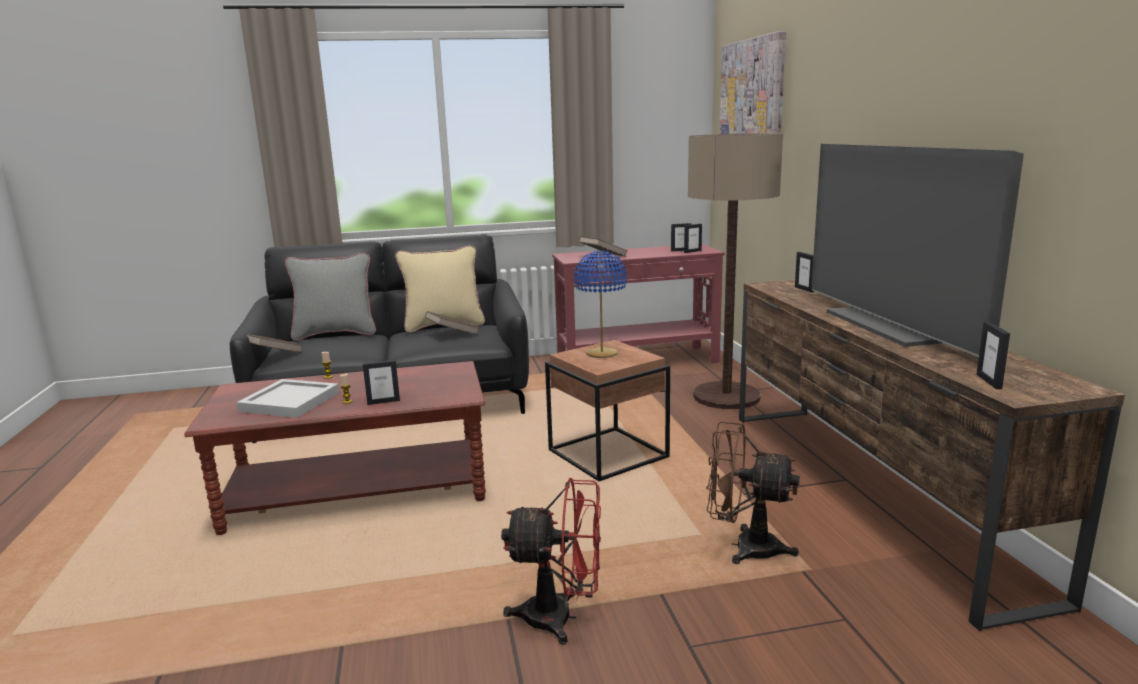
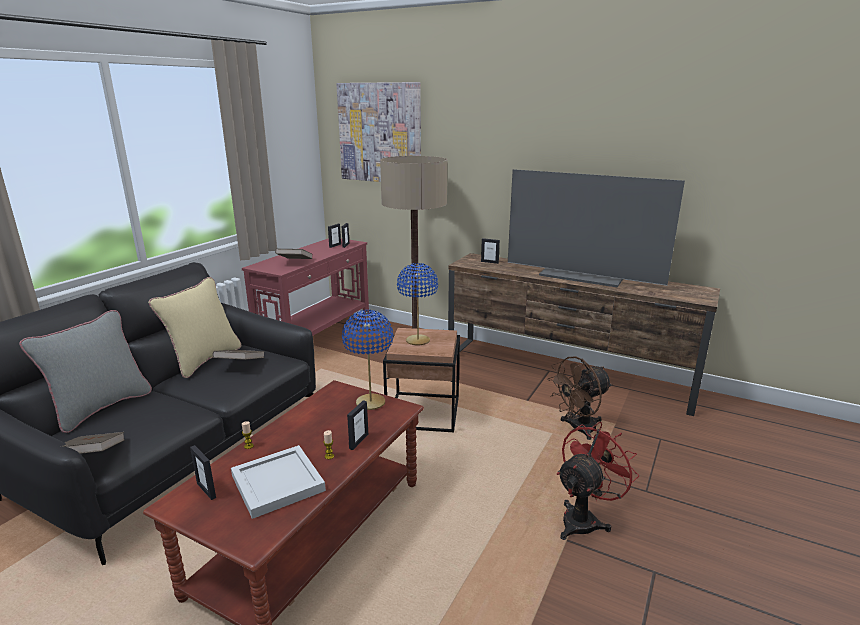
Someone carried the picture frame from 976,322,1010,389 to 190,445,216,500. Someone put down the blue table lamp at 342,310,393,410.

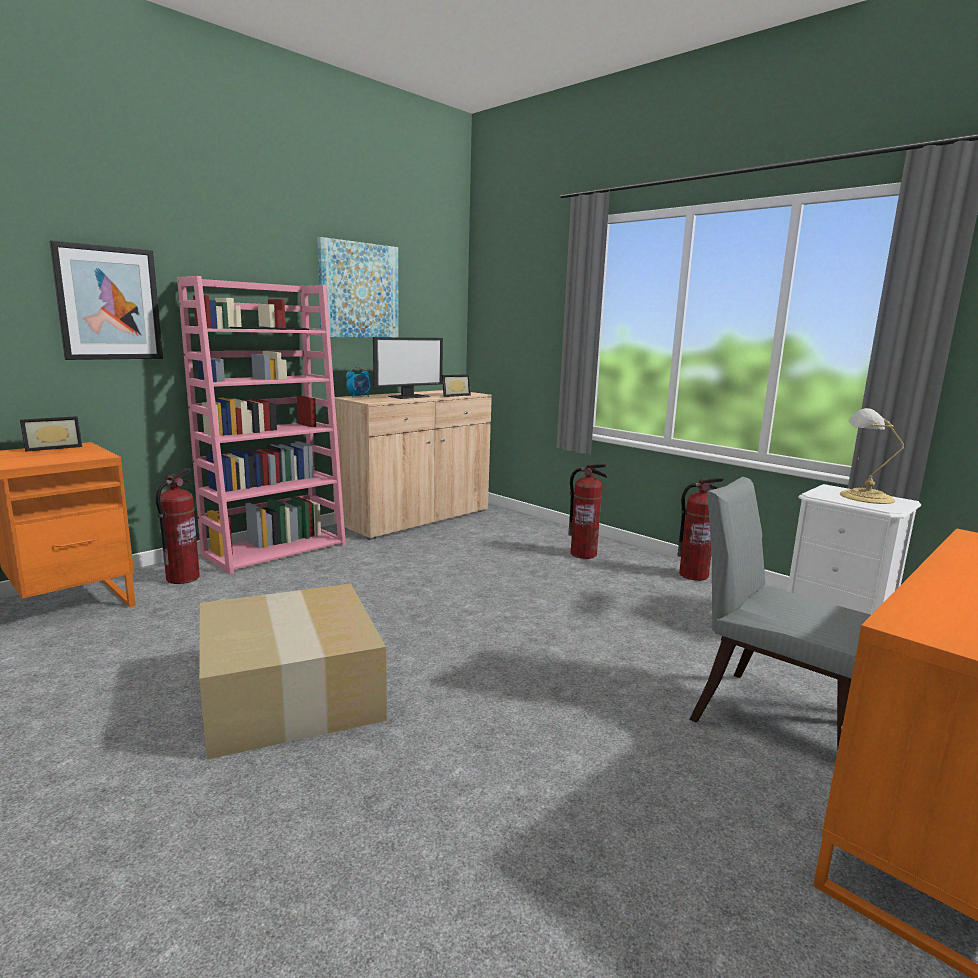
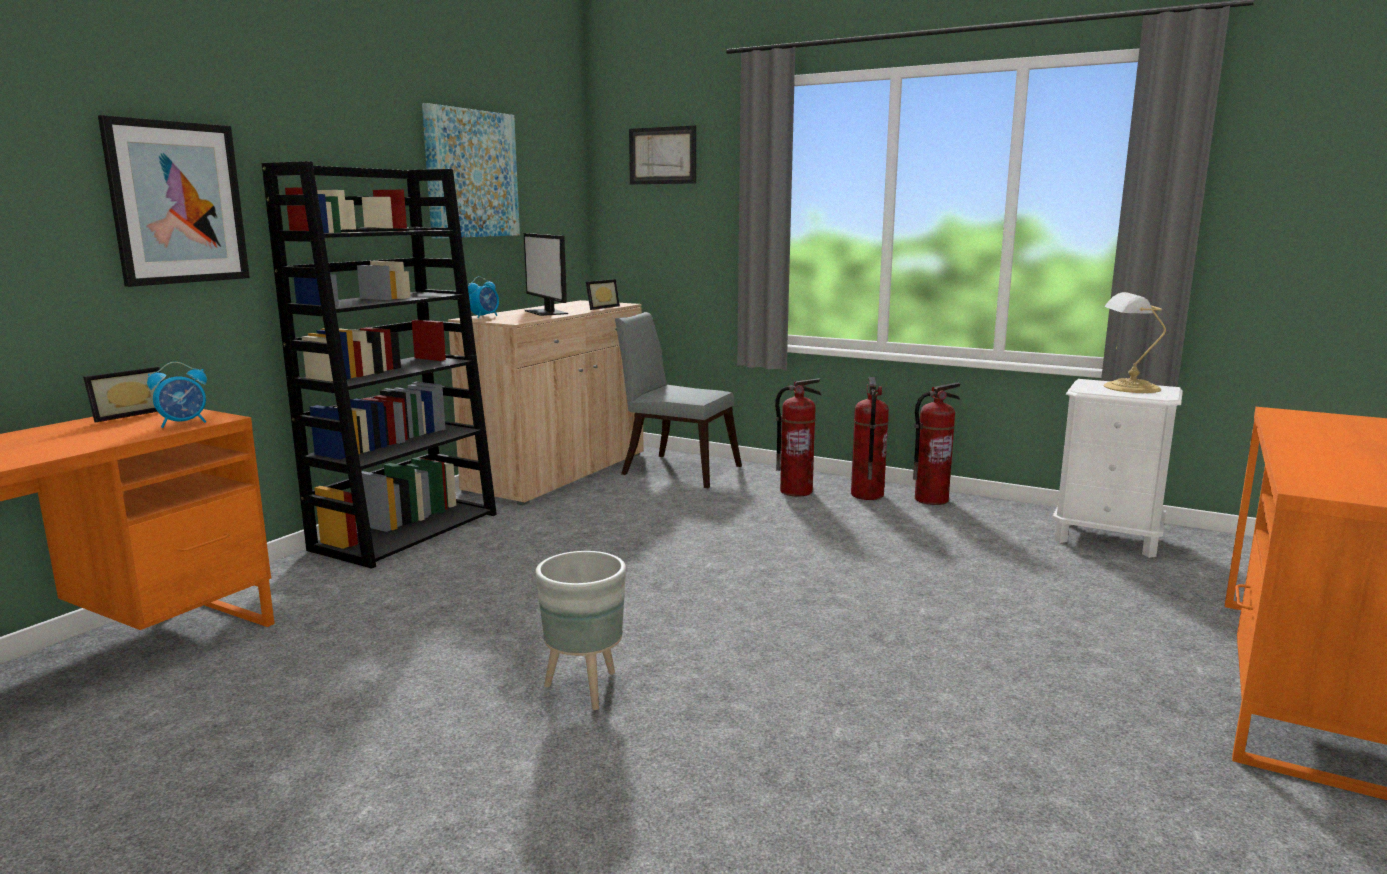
Someone carried the fire extinguisher from 156,468,200,584 to 851,377,889,500. Someone repainted the pink bookcase at 177,276,346,574, which became the black bookcase at 262,161,497,569. Someone swapped the cardboard box at 199,584,387,760 for the grey planter at 536,551,626,710. Someone rotated the monitor at 373,337,443,399 by 120 degrees clockwise. Someone carried the grey chair from 689,477,871,752 to 615,312,742,488. Someone put down the alarm clock at 147,362,207,428. Someone put up the picture at 629,125,696,185.

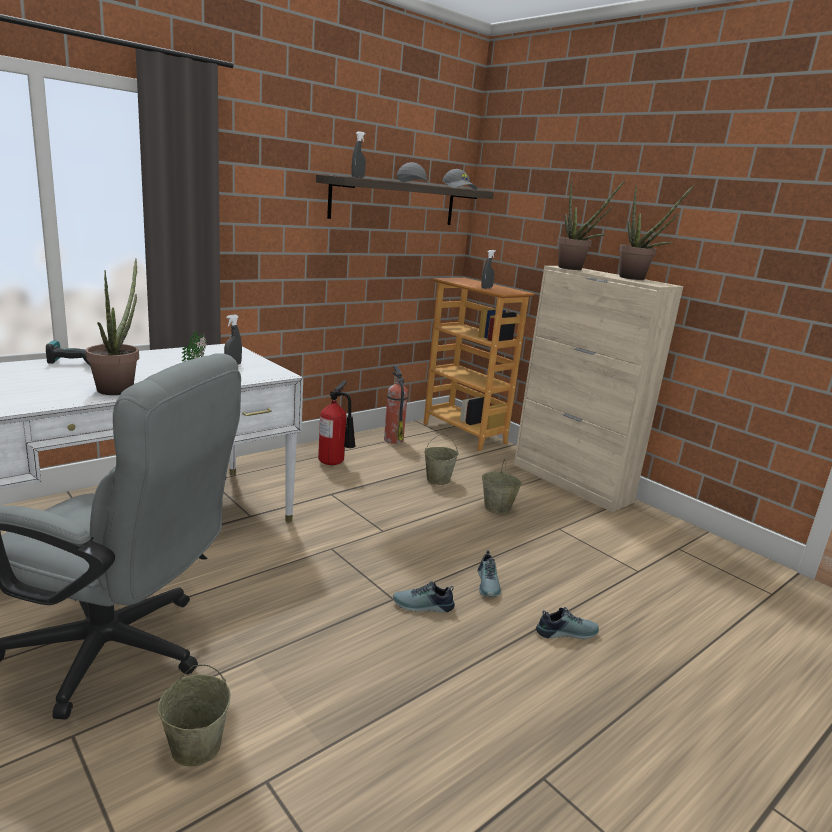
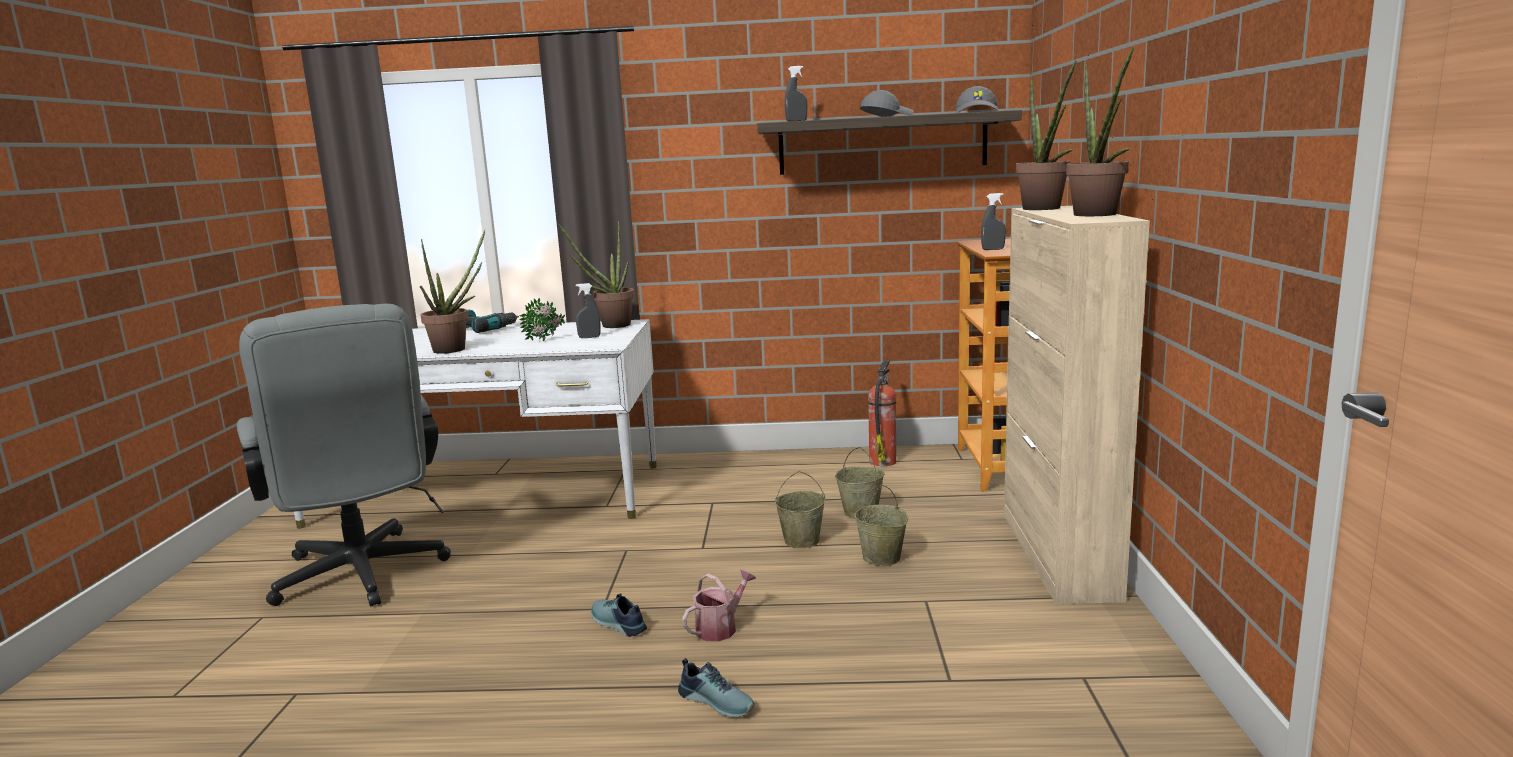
Someone carried the beige bucket from 158,665,230,766 to 775,471,825,548. Someone took away the fire extinguisher at 318,381,356,465. Someone swapped the shoe at 478,550,501,597 for the watering can at 682,569,756,642. Someone put down the potted plant at 559,221,635,328.

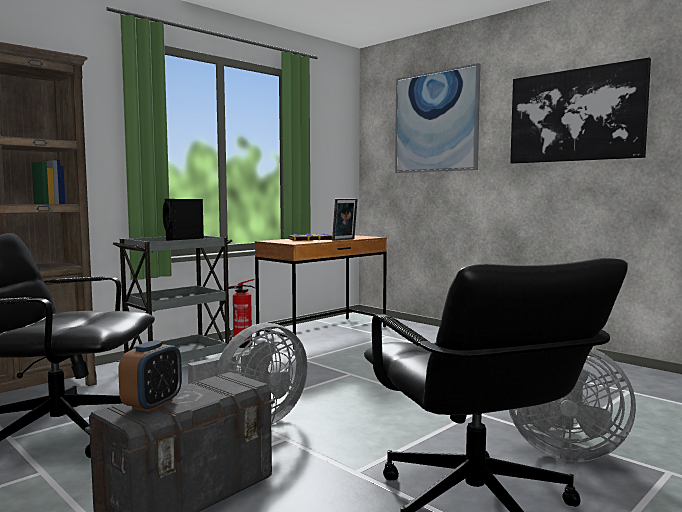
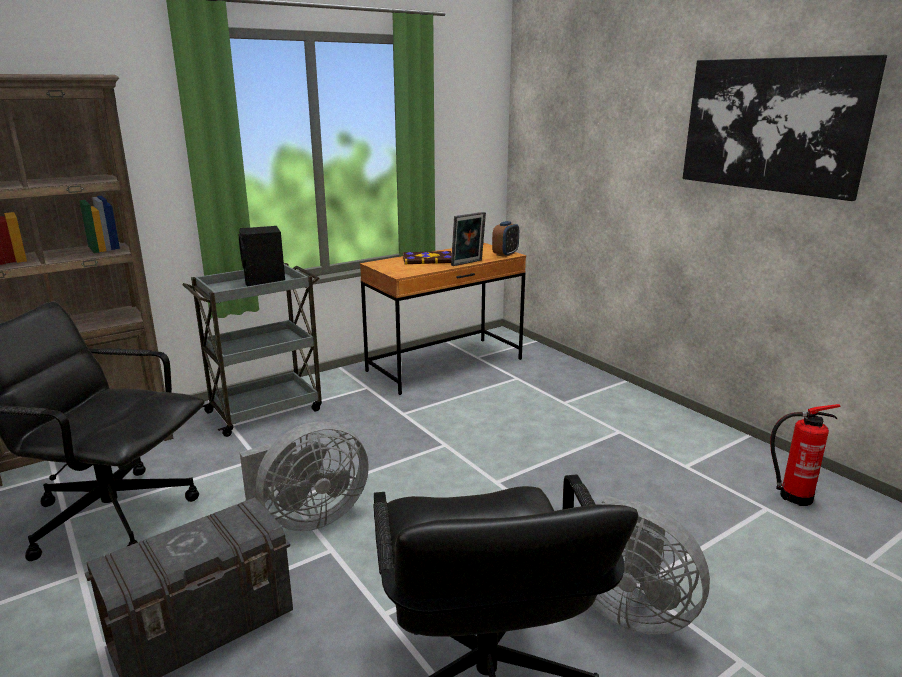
Someone carried the alarm clock from 118,340,182,412 to 492,221,519,257. Someone carried the fire extinguisher from 220,279,255,348 to 770,404,841,506. Someone took away the picture at 395,63,481,173.

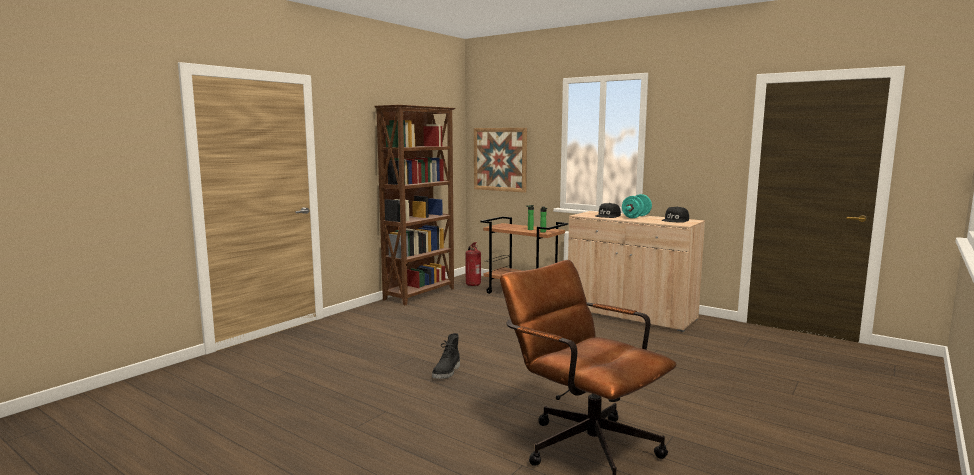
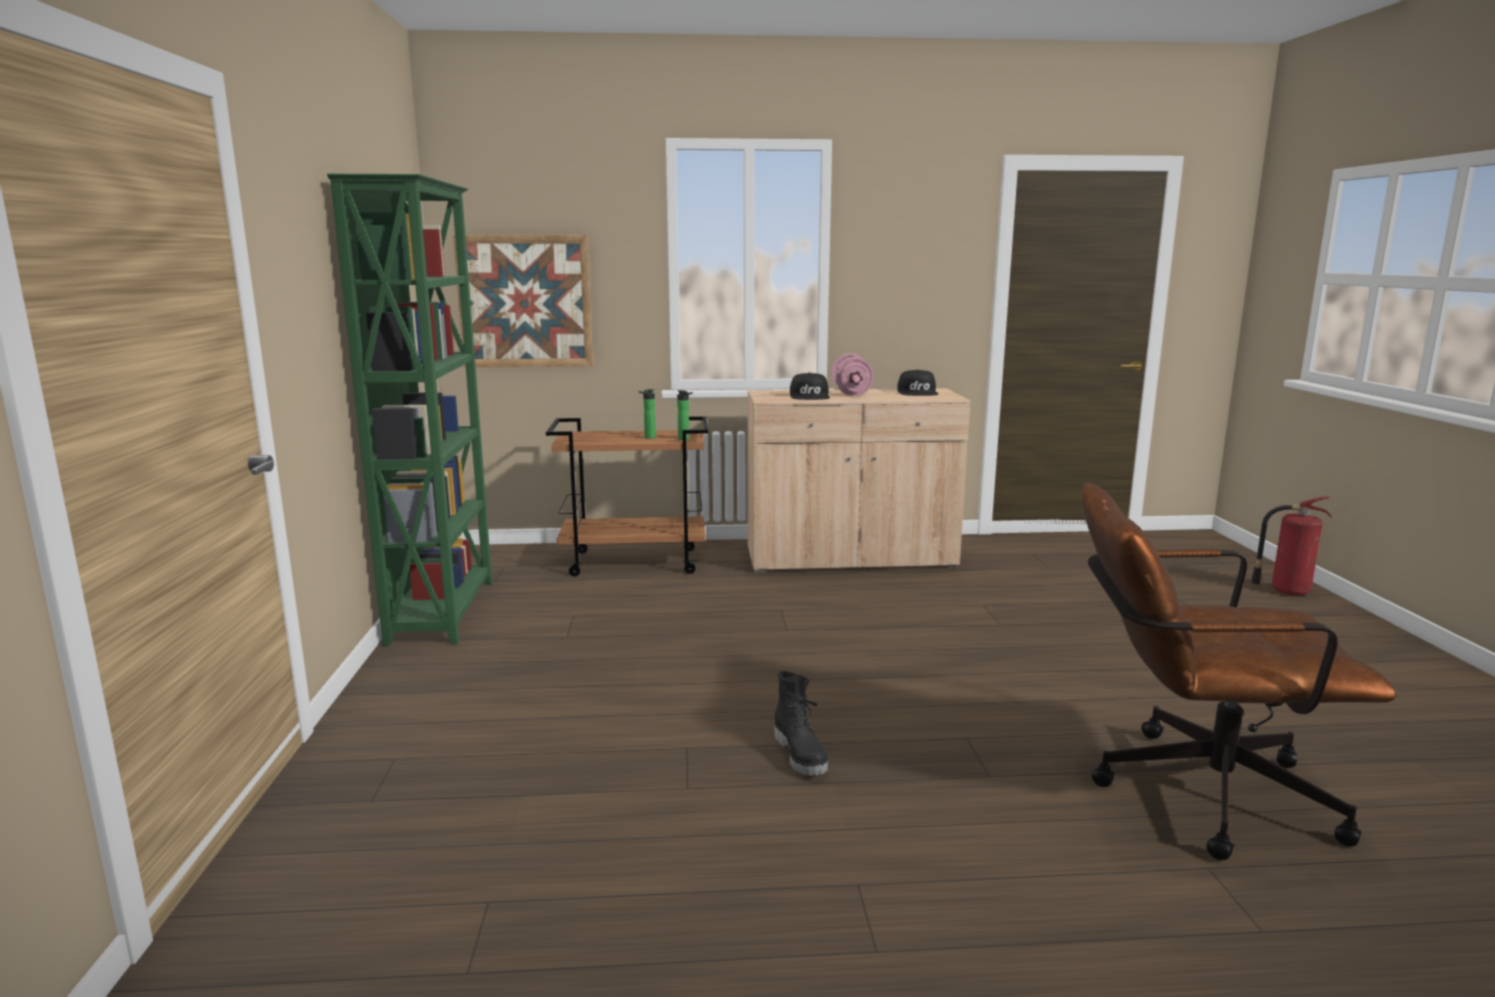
Someone repainted the brown bookcase at 374,105,456,305, which became the green bookcase at 327,174,492,646. Someone carried the fire extinguisher from 465,242,481,286 to 1251,496,1332,596. Someone repainted the turquoise dumbbell at 622,194,652,218, which became the pink dumbbell at 831,353,874,396.

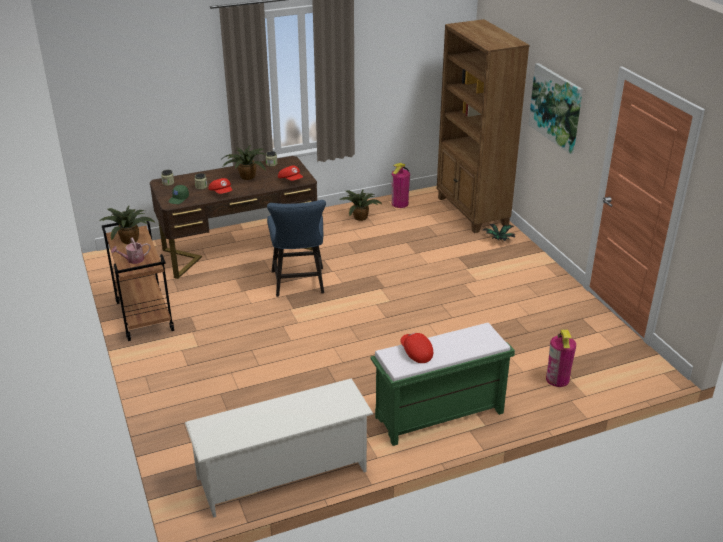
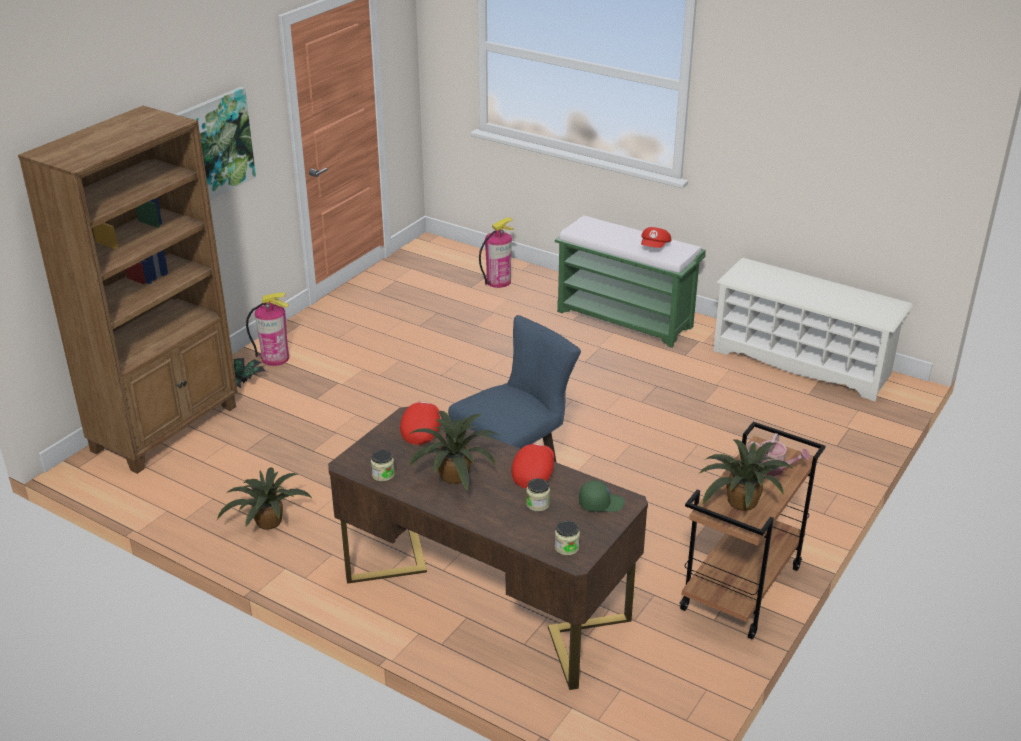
Someone carried the fire extinguisher from 391,163,410,208 to 246,293,289,366.

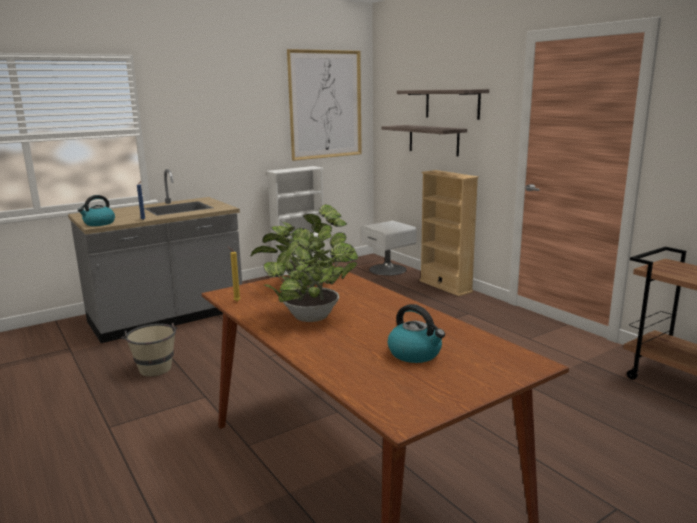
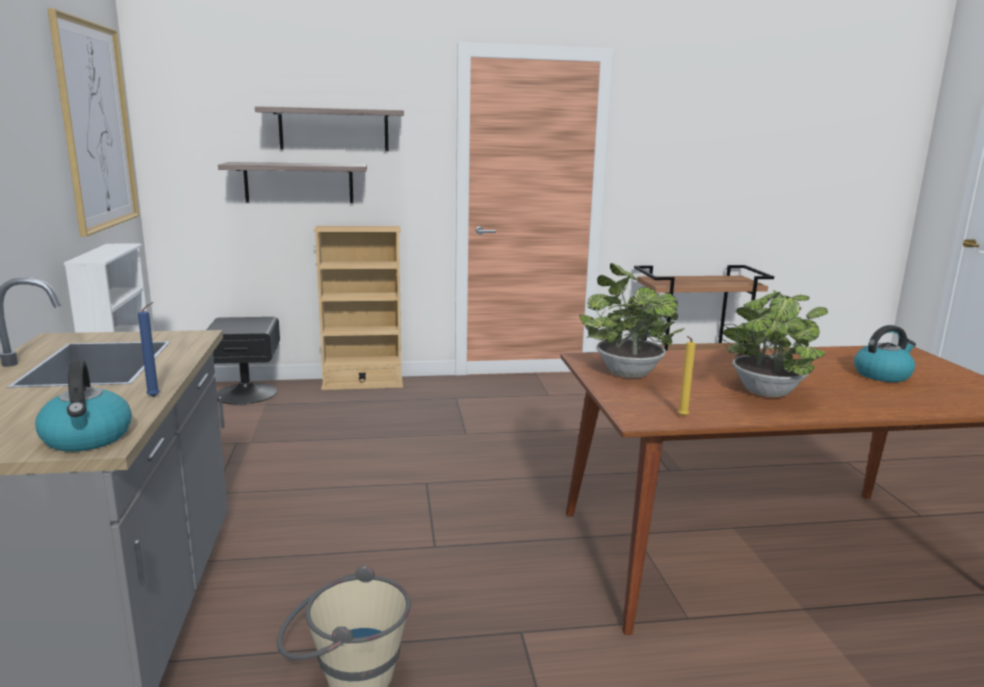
Someone repainted the white nightstand at 361,221,417,276, which became the black nightstand at 206,317,280,405.

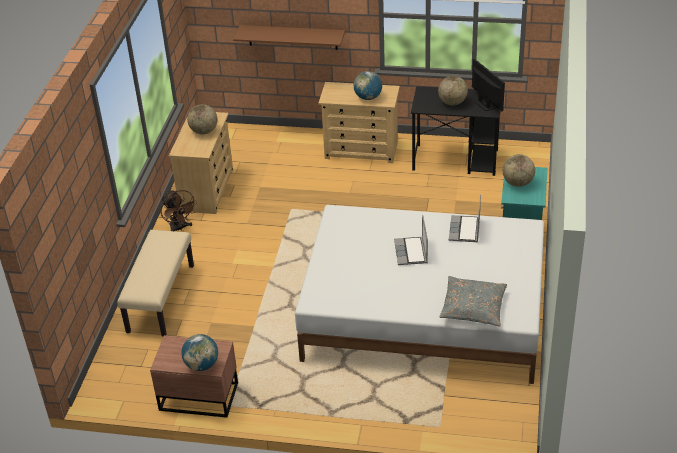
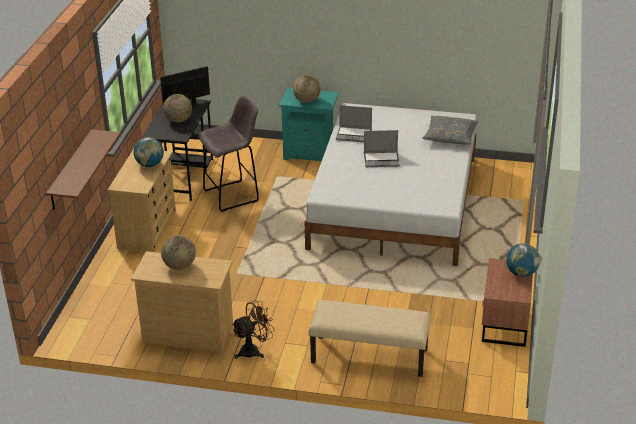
Someone put down the grey stool at 198,95,259,212.

